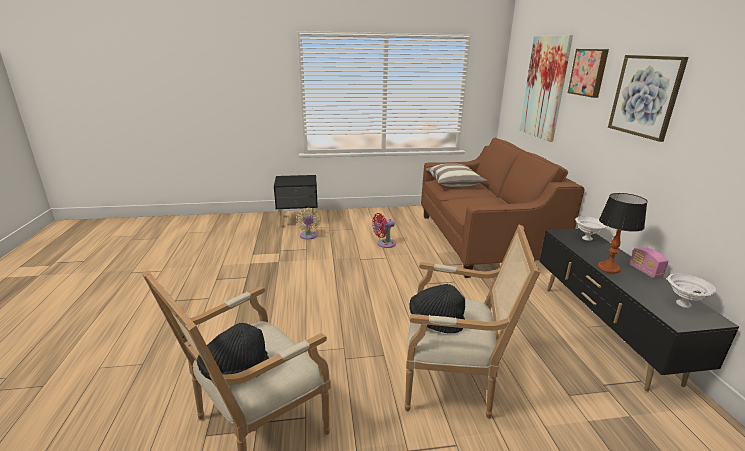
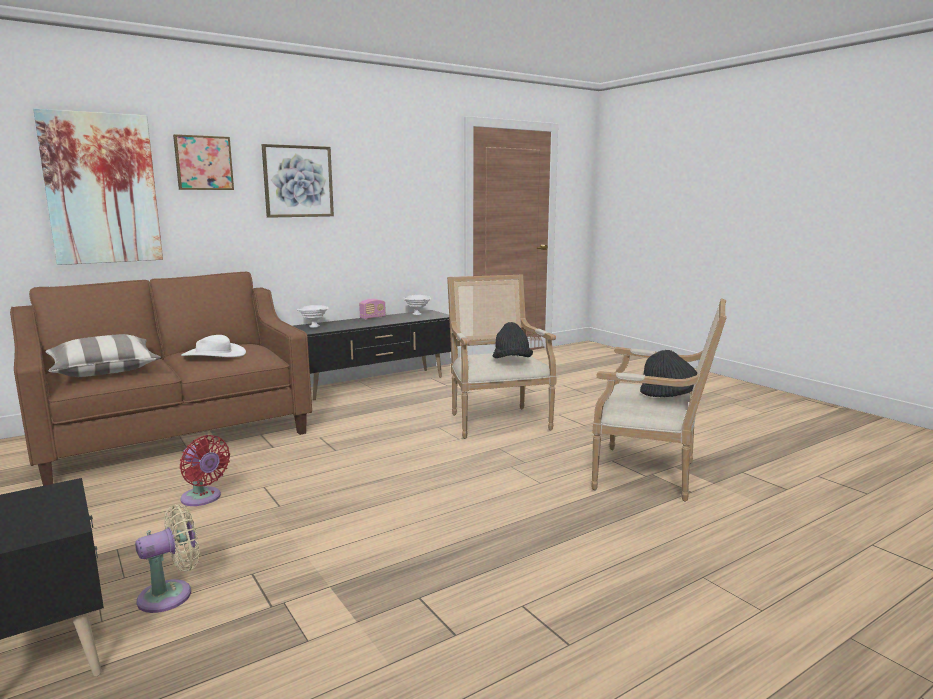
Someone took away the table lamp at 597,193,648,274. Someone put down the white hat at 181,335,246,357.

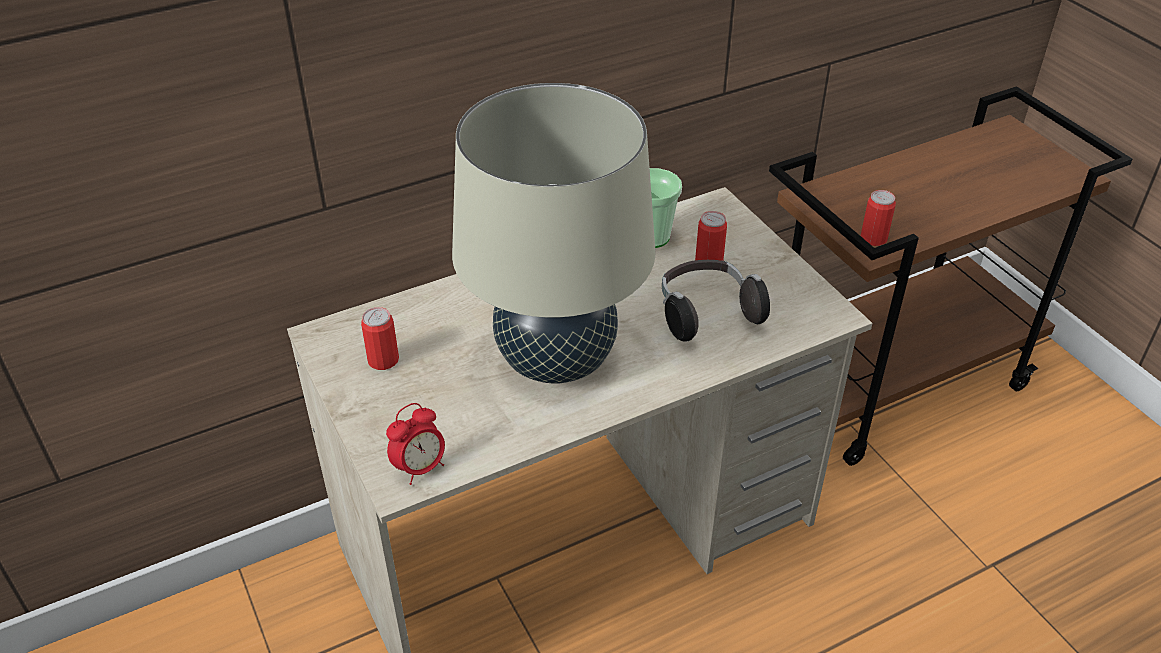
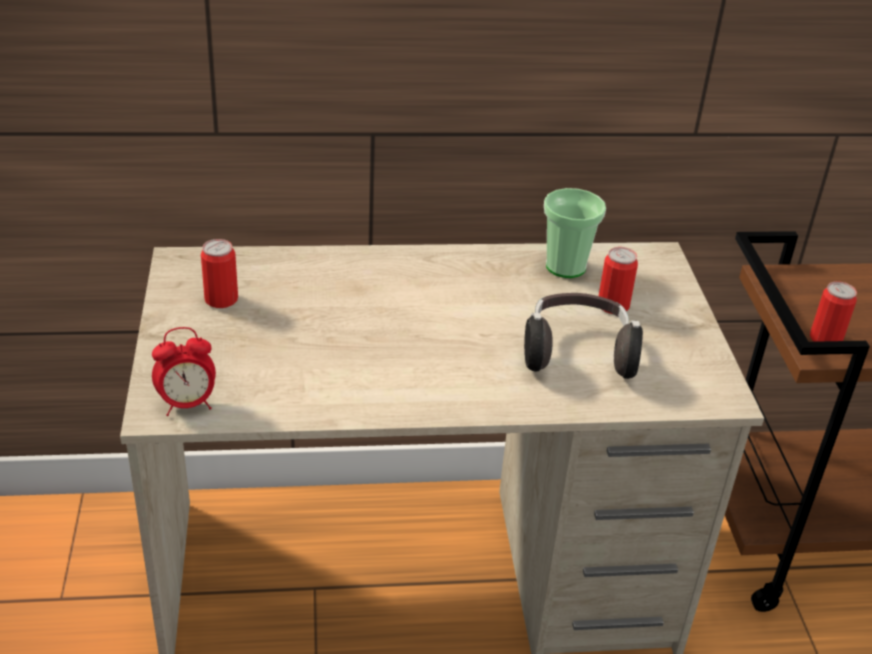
Someone took away the beige table lamp at 452,83,655,384.

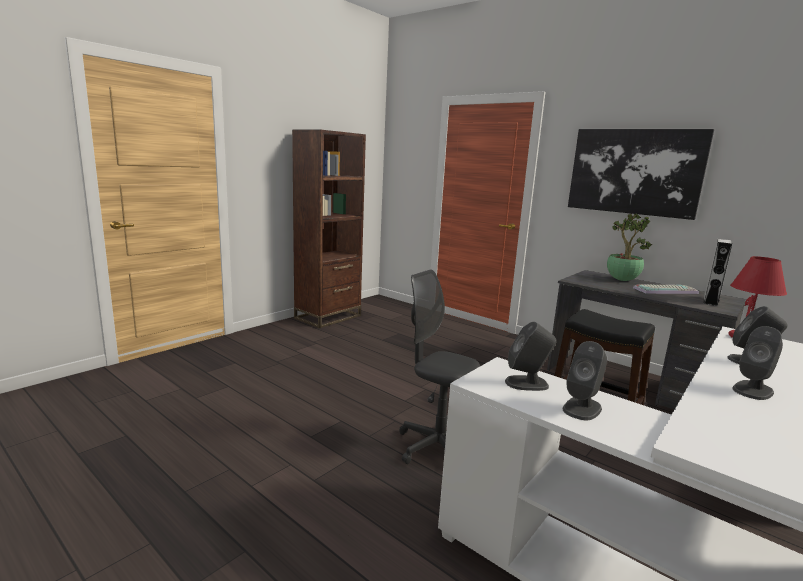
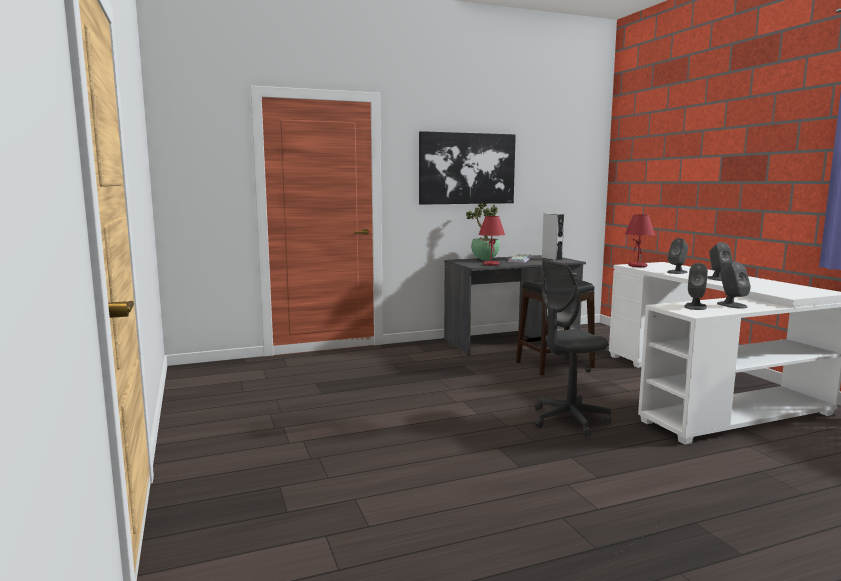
Someone took away the brown bookcase at 292,129,366,328. Someone put down the red table lamp at 479,216,505,266.

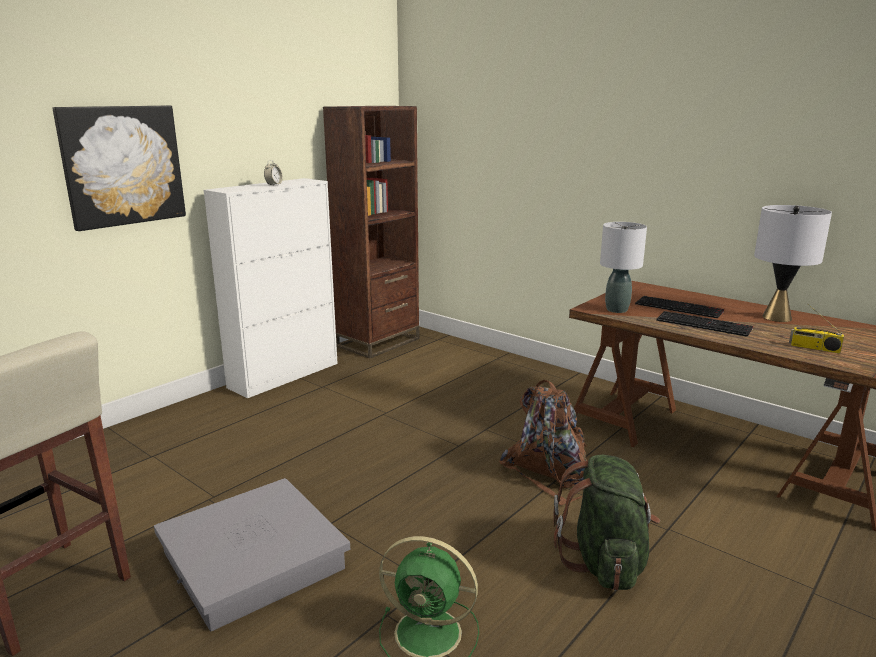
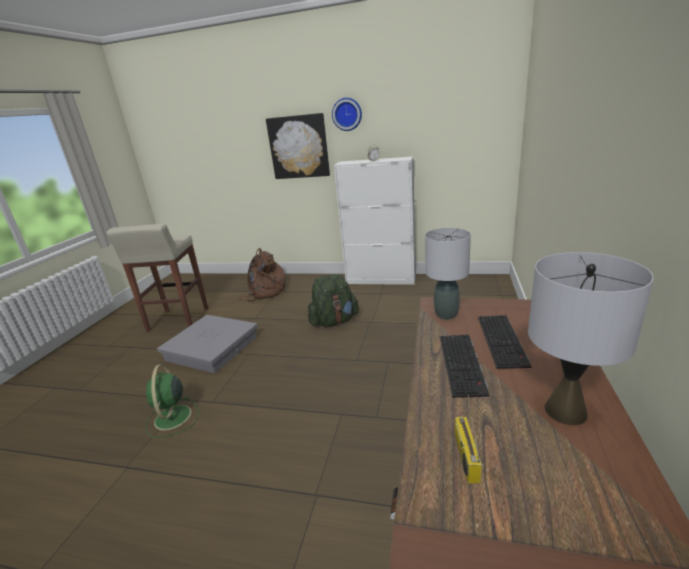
Someone took away the brown bookcase at 323,106,420,358. Someone carried the brown backpack from 499,380,588,505 to 239,248,285,302. Someone carried the green backpack from 553,455,660,590 to 307,274,359,327. Someone put up the wall clock at 332,98,362,131.

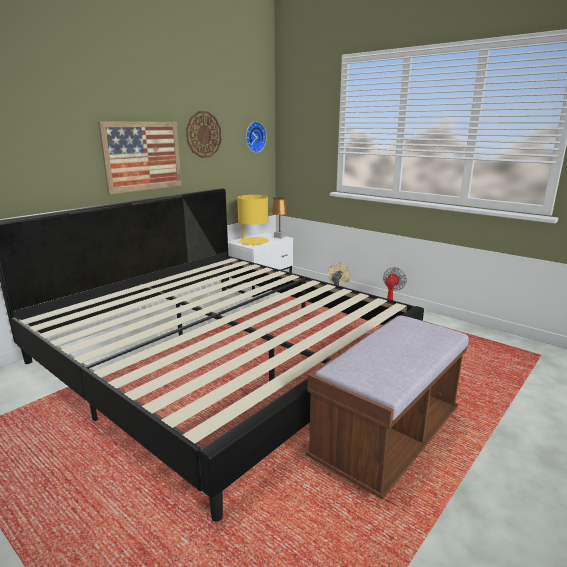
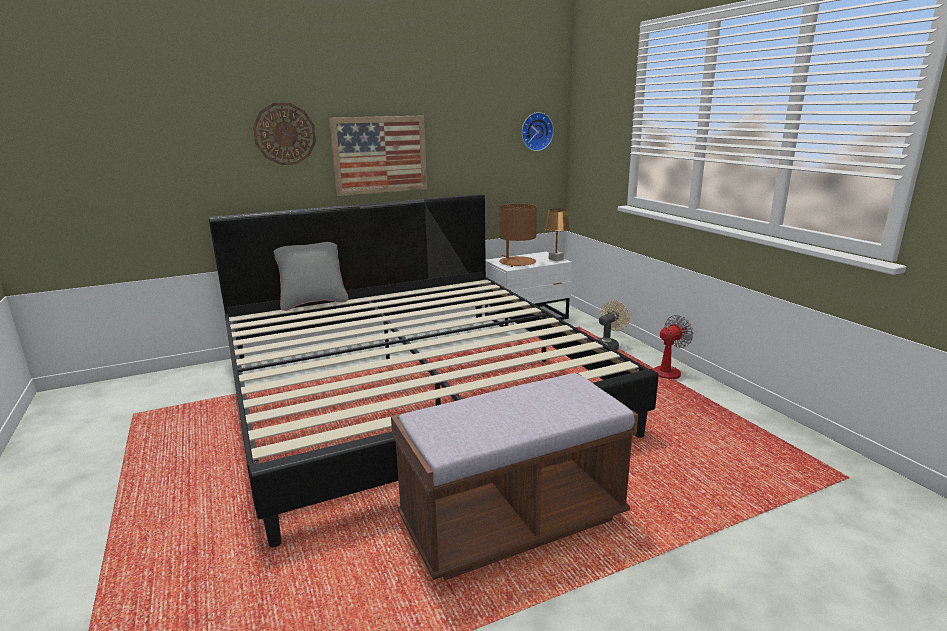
Someone carried the wall clock from 186,111,221,158 to 253,103,316,165. Someone repainted the yellow table lamp at 237,195,269,246, which became the brown table lamp at 499,204,537,267. Someone put down the grey pillow at 274,242,348,311.

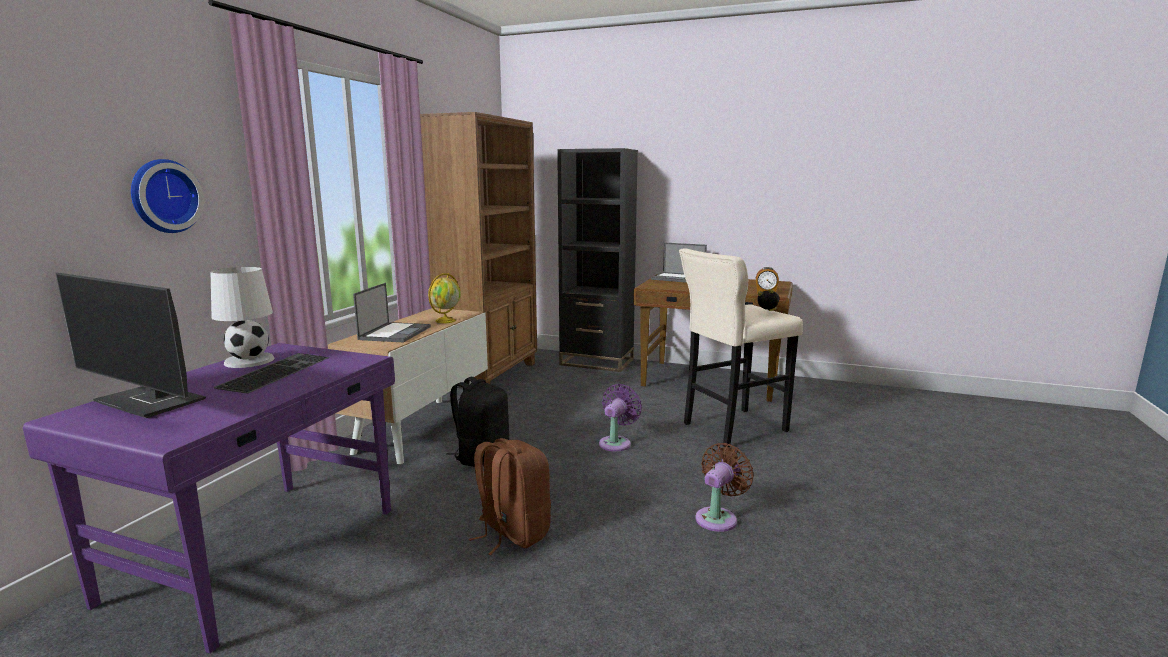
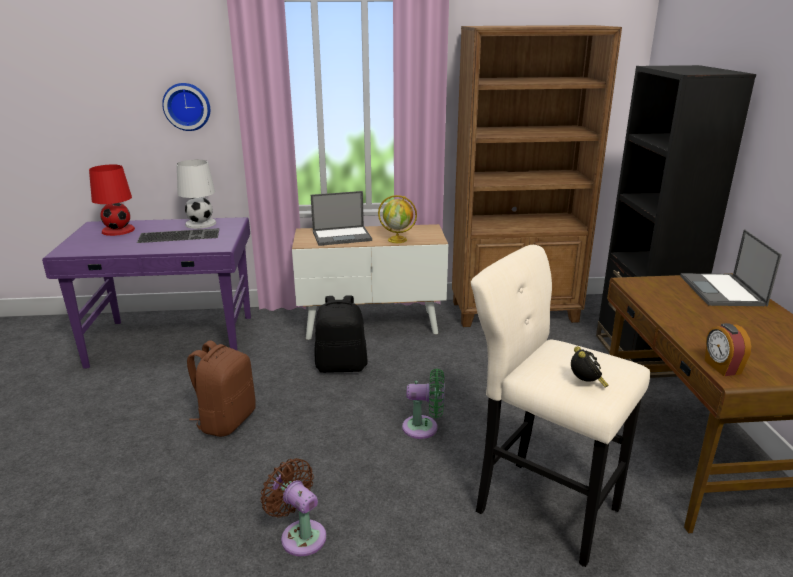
Someone swapped the monitor at 56,273,206,418 for the red table lamp at 89,164,135,236. Someone repainted the purple fan at 599,384,642,452, which became the green fan at 402,368,444,439. Someone rotated the brown fan at 695,443,754,532 by 150 degrees counterclockwise.

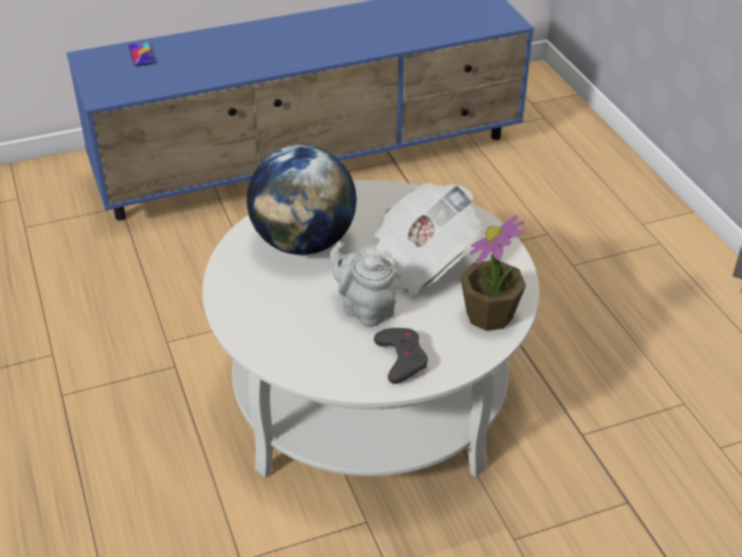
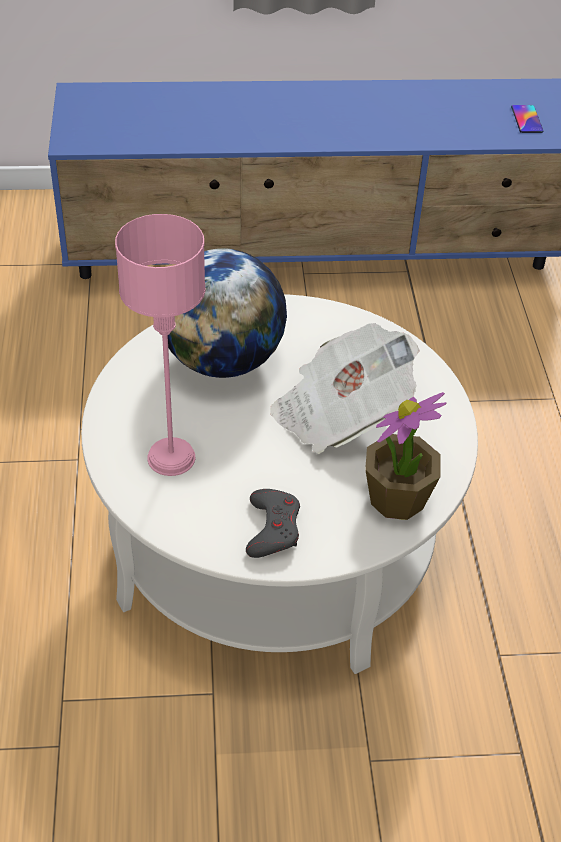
Someone carried the phone from 128,42,156,66 to 511,105,543,133. Someone took away the grey teapot at 329,241,396,327. Someone put down the pink table lamp at 115,214,205,476.

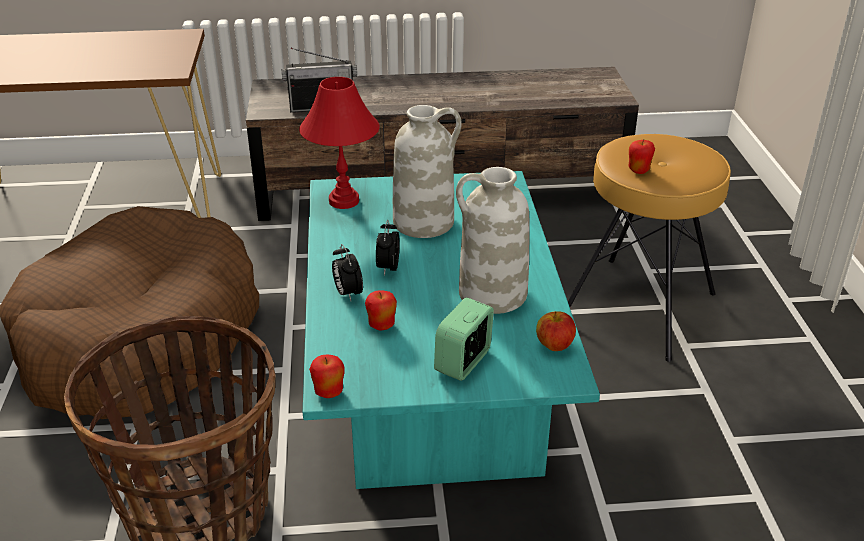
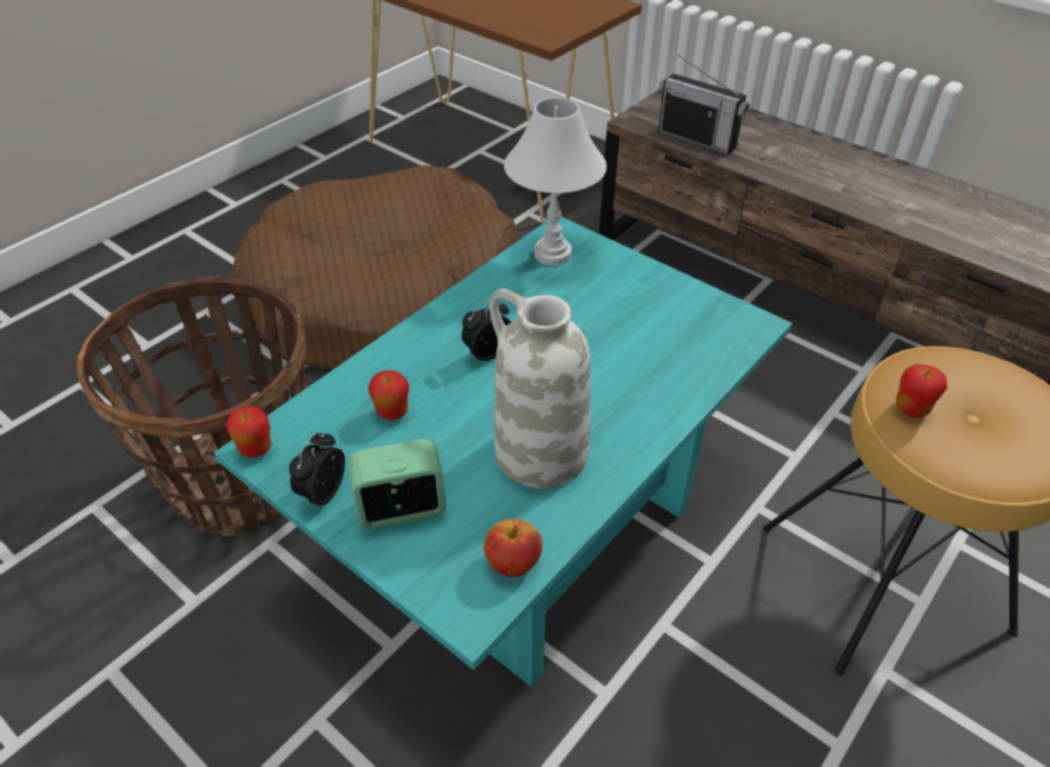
Someone repainted the red table lamp at 299,77,380,209, which became the white table lamp at 504,98,607,266. Someone carried the alarm clock from 332,244,363,301 to 289,432,345,507. Someone took away the white vase at 393,105,462,238.

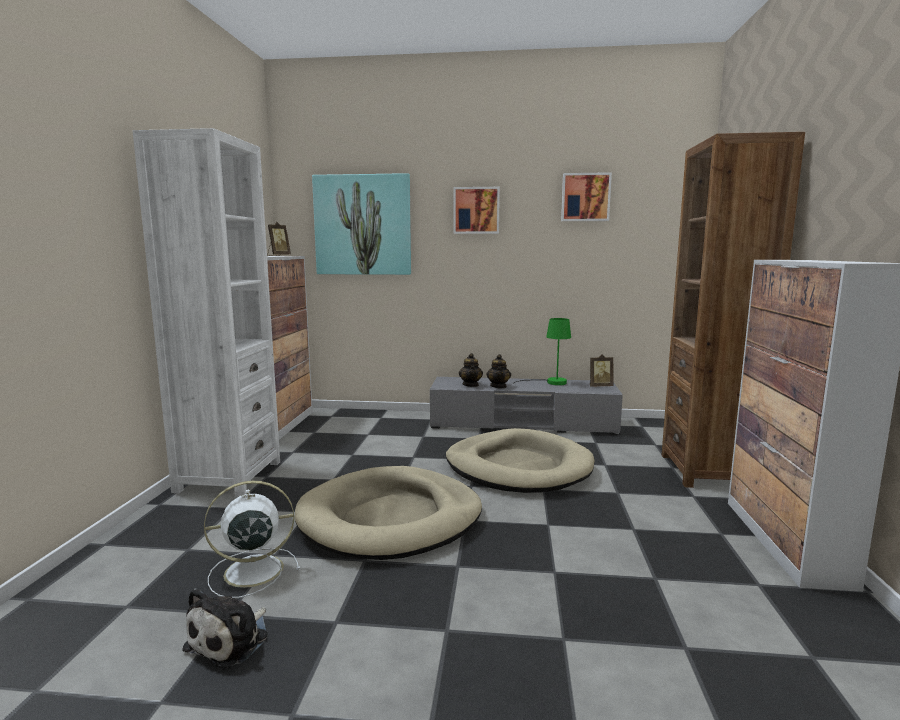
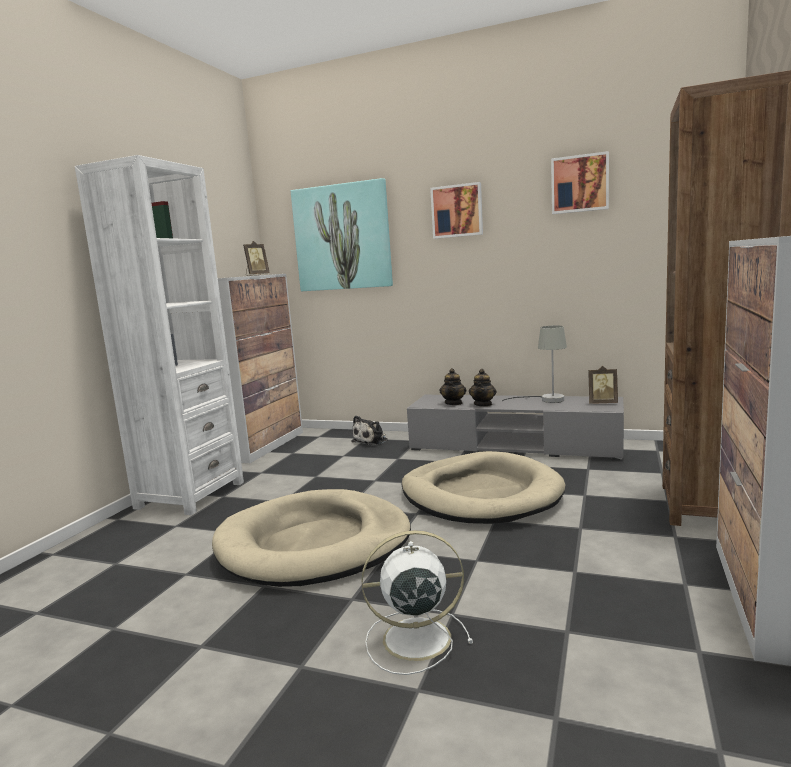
Someone carried the plush toy from 182,588,268,668 to 352,415,388,445. Someone carried the white fan from 204,481,300,598 to 361,530,473,675. Someone repainted the green table lamp at 513,318,571,386, which became the grey table lamp at 502,326,567,403.

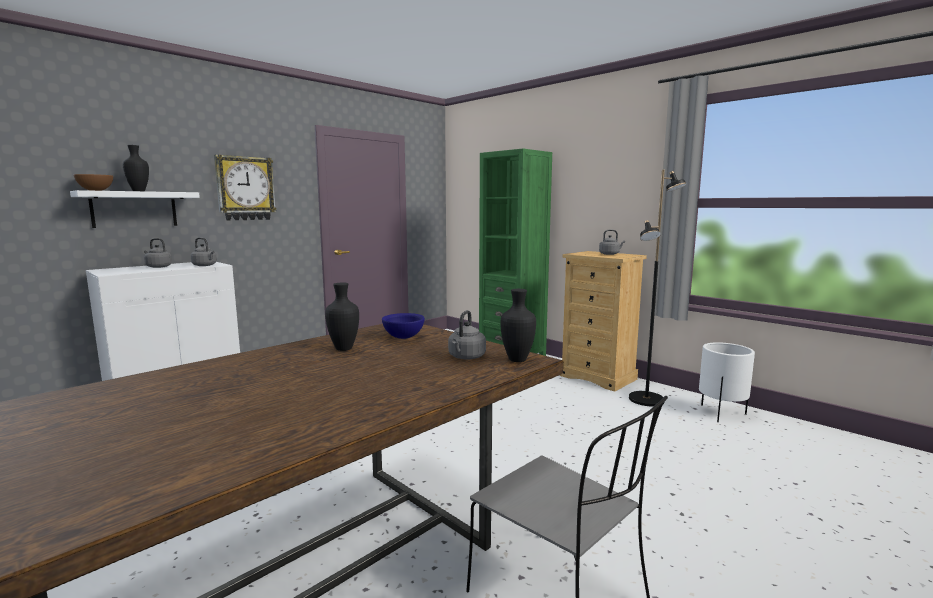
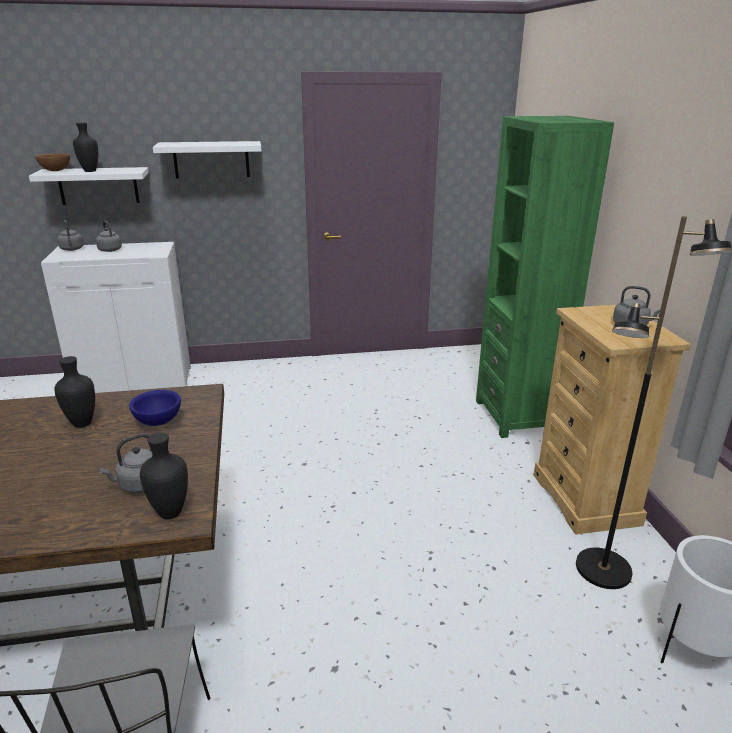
Someone carried the grey kettle from 191,237,217,266 to 57,220,84,251. Someone swapped the wall clock at 214,154,277,221 for the white shelf at 153,141,262,178.

